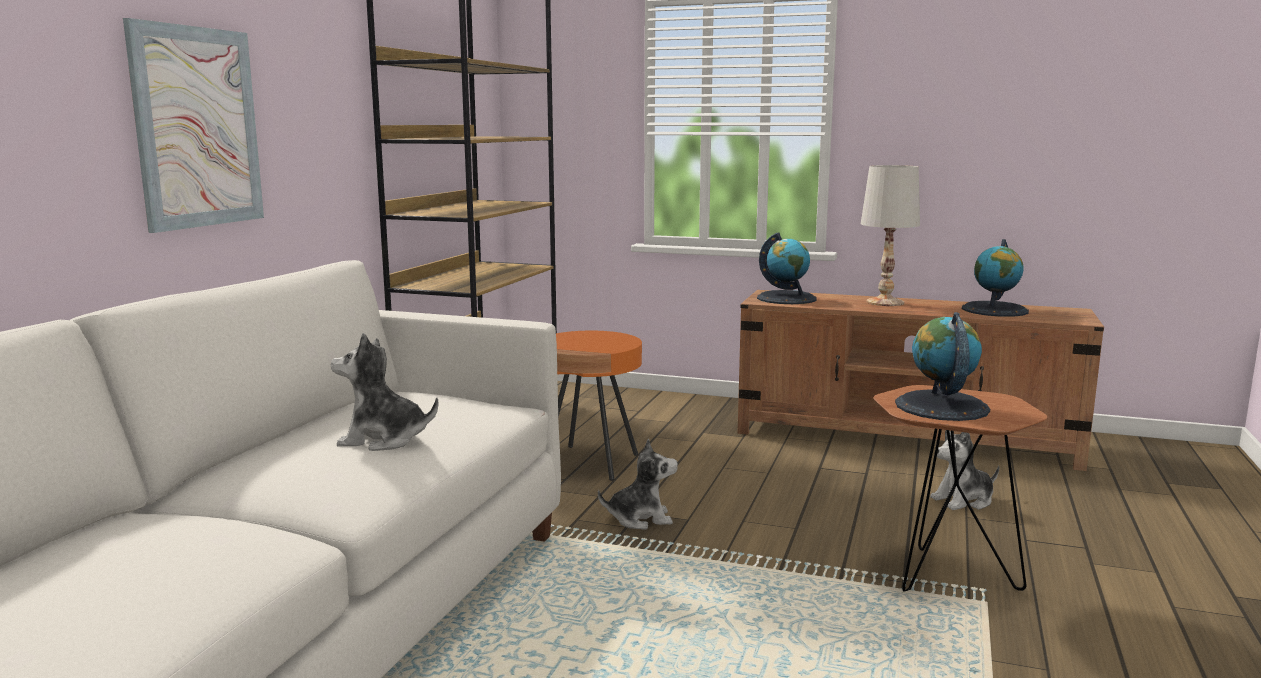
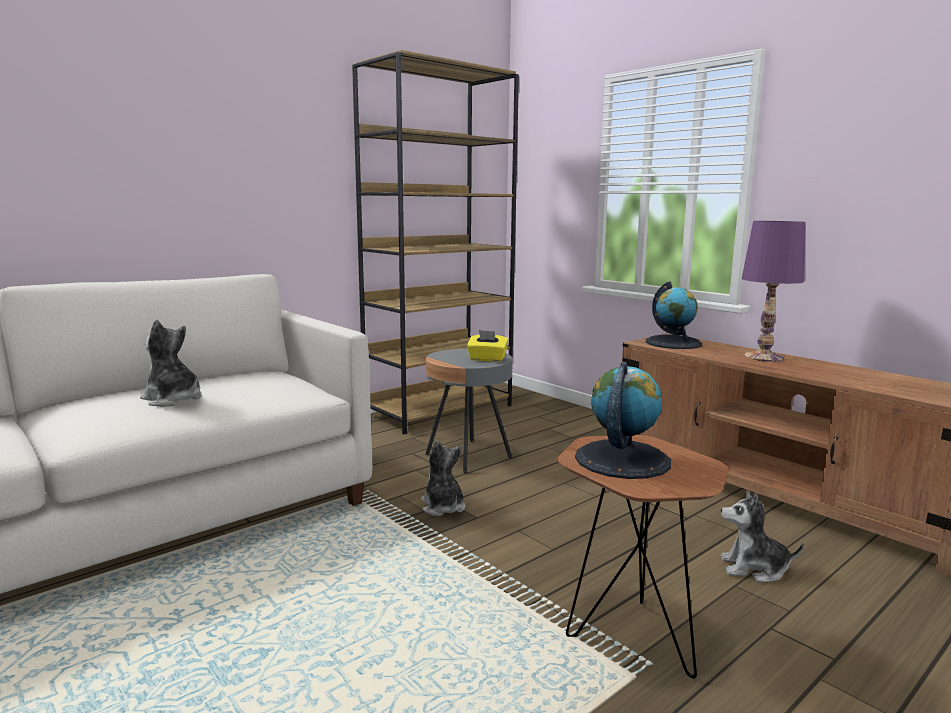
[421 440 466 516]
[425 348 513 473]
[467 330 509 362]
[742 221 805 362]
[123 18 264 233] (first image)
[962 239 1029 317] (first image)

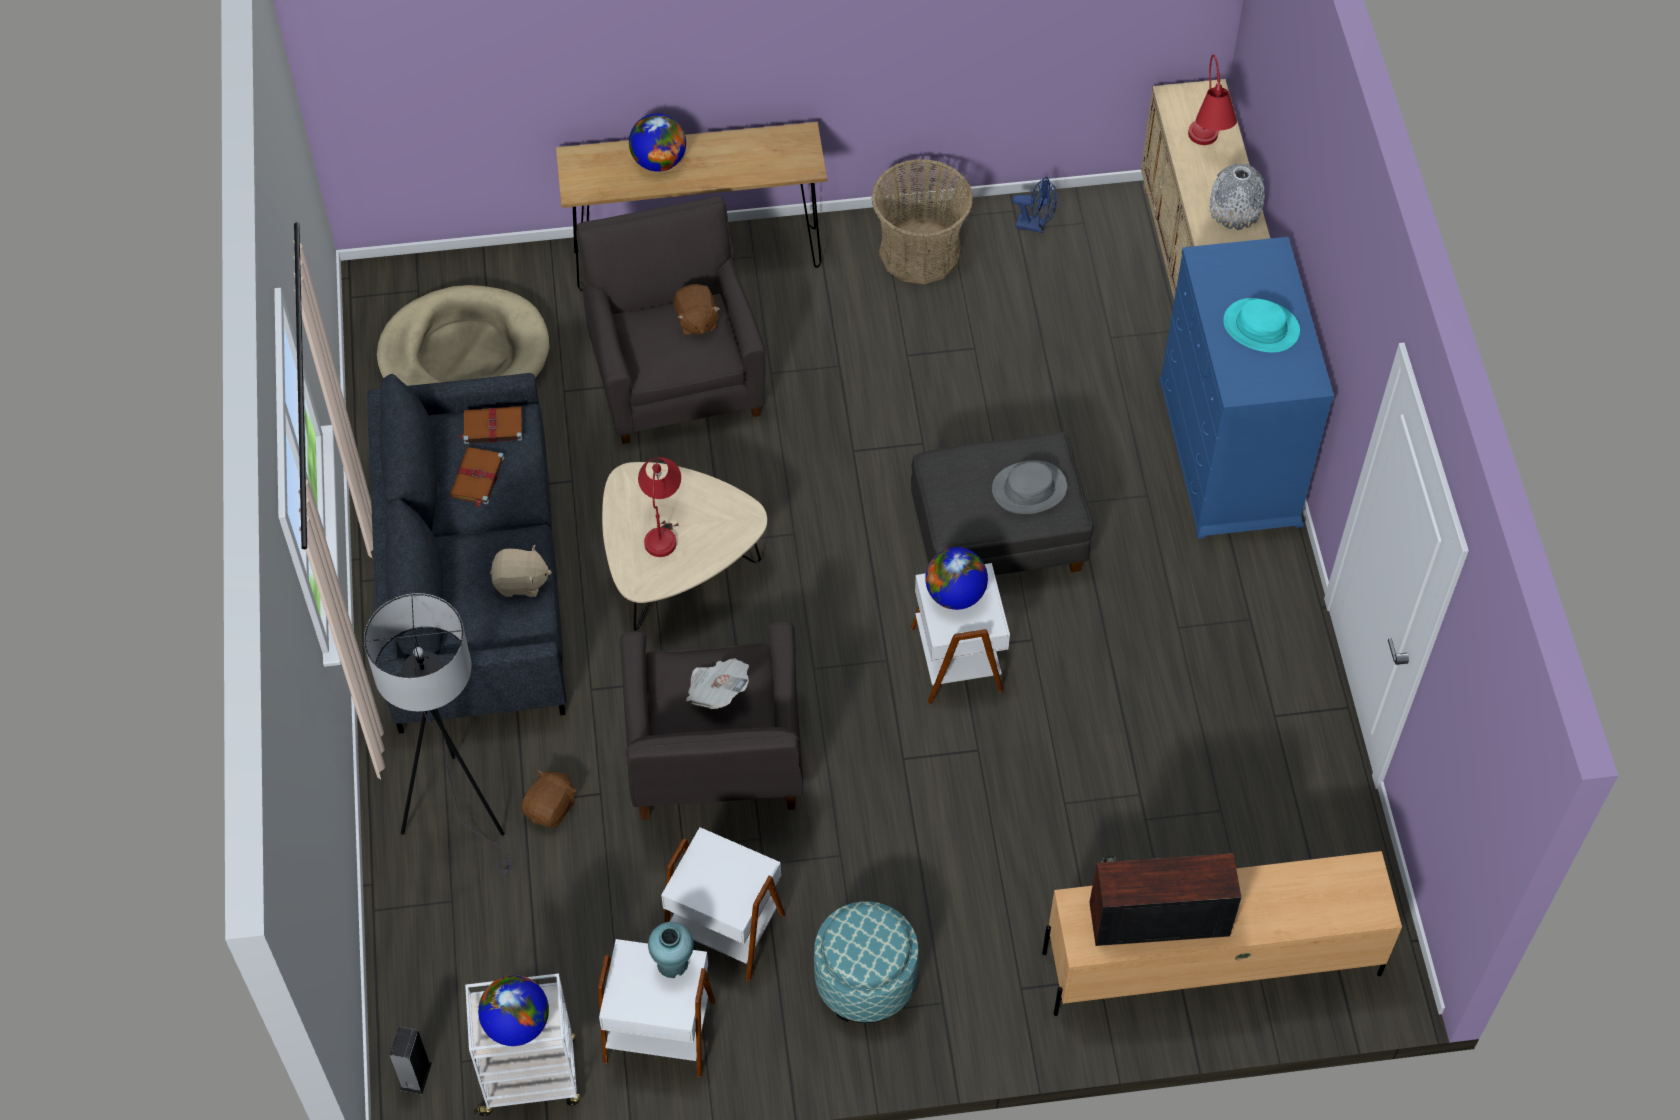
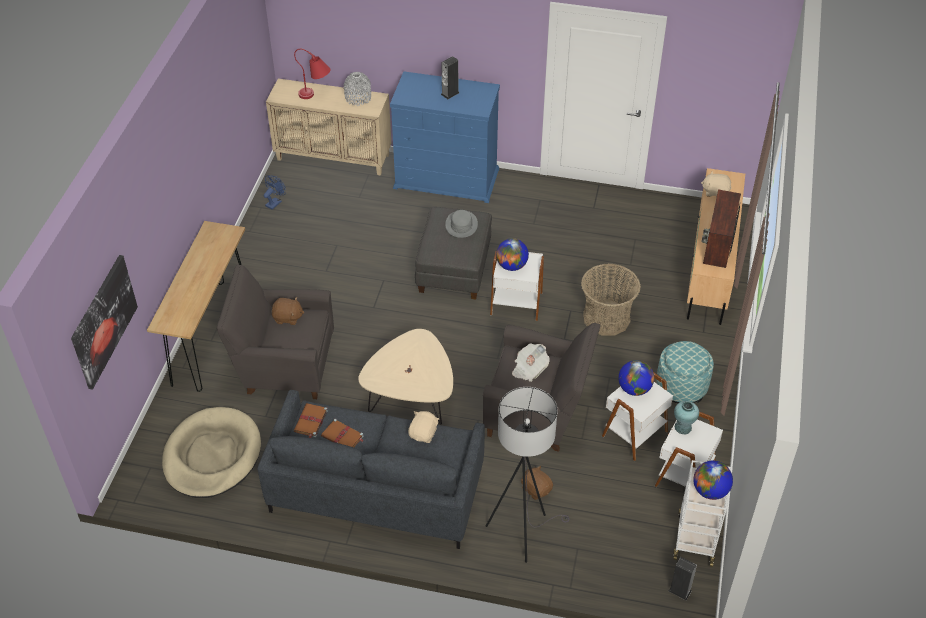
[71 255 138 390]
[441 56 459 99]
[581 263 641 336]
[618 360 654 396]
[701 171 731 197]
[638 457 681 557] (first image)

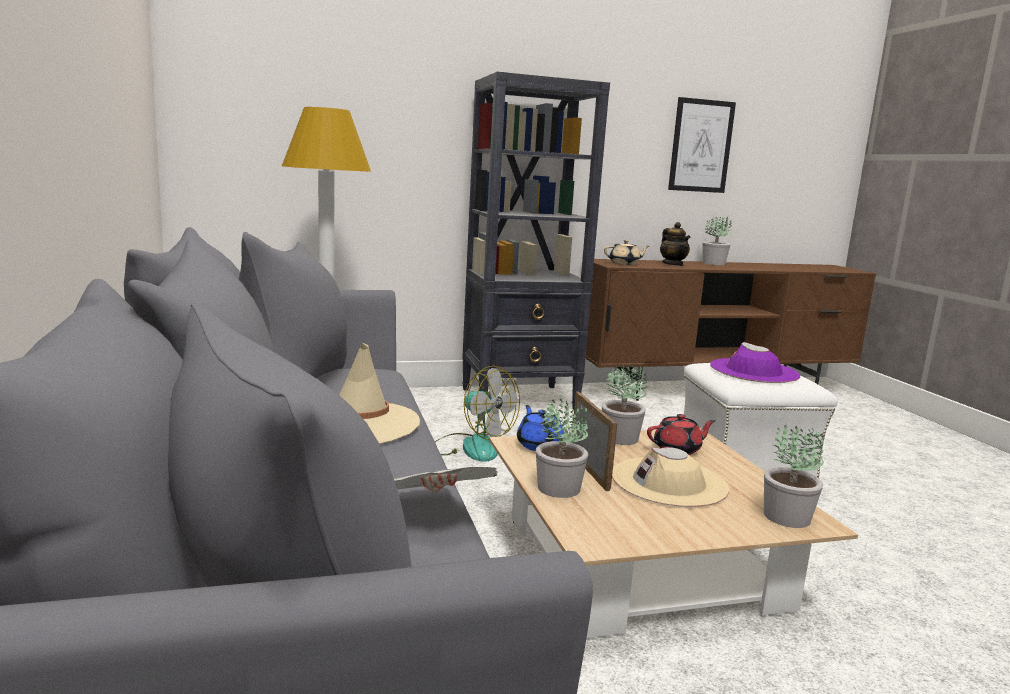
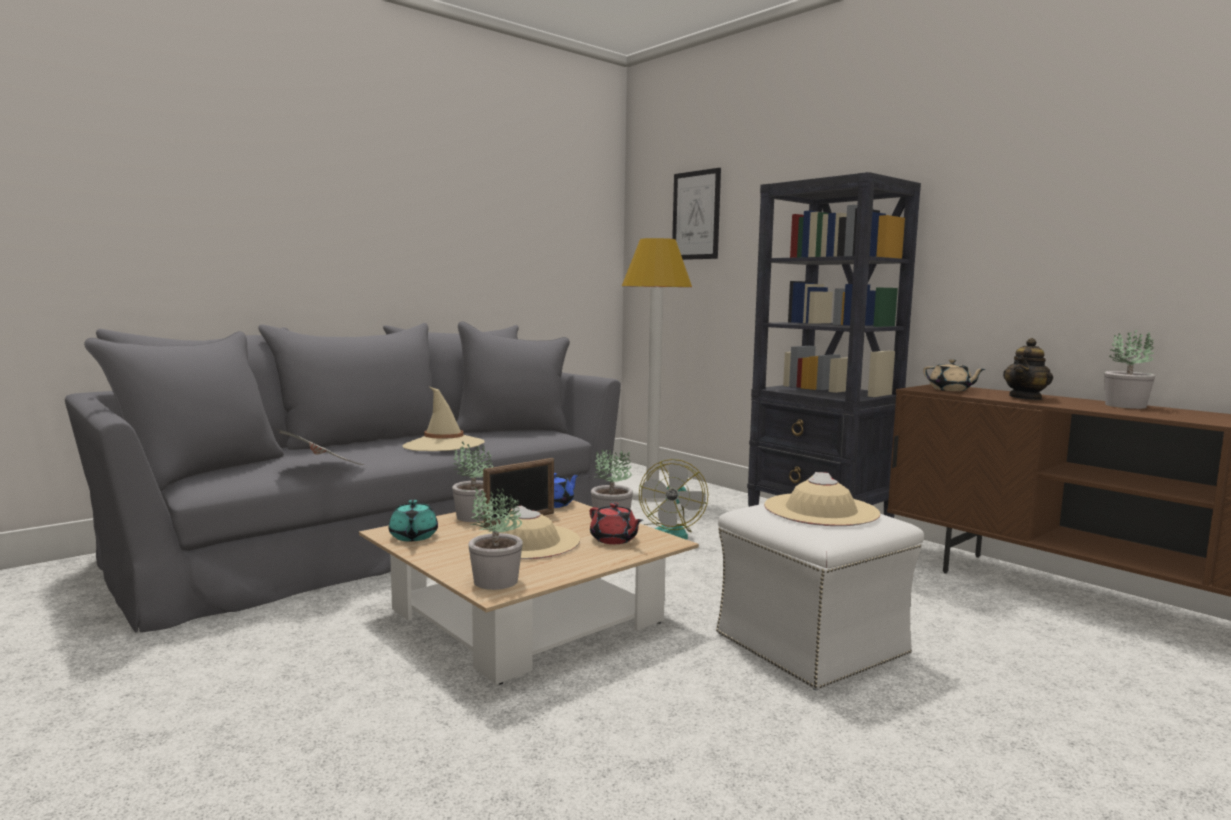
[389 500 438 541]
[672 168 721 260]
[764 472 880 526]

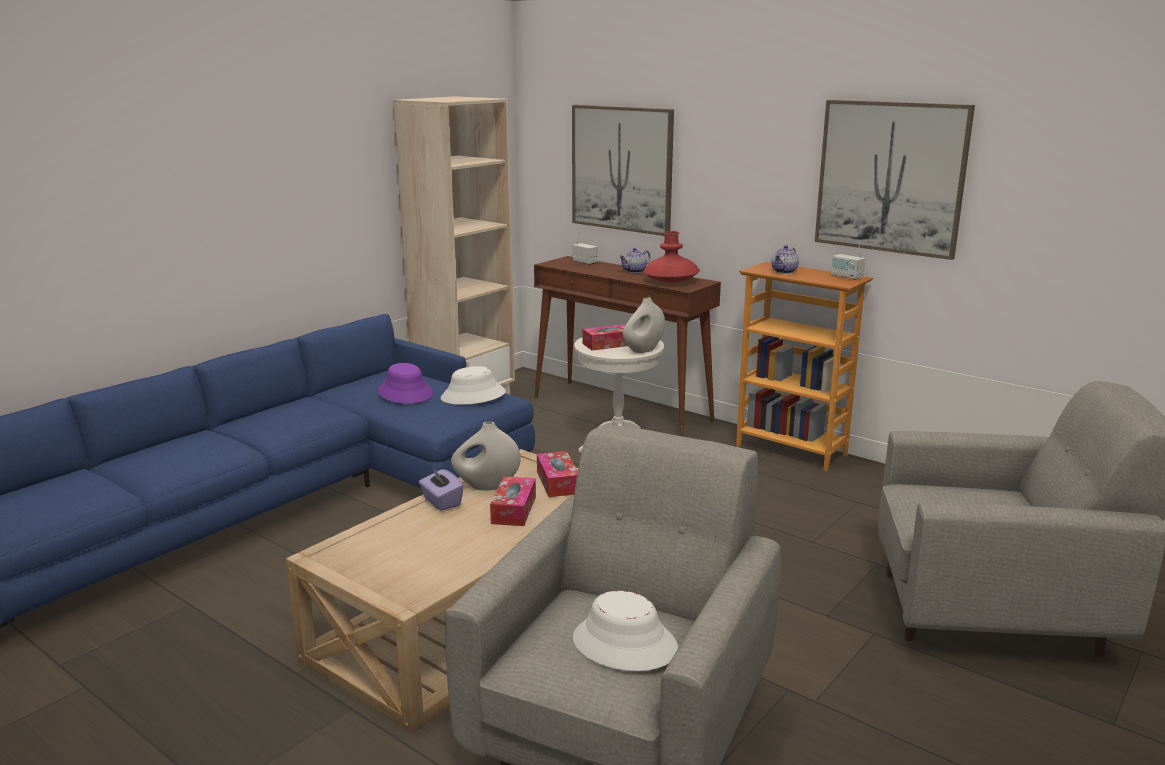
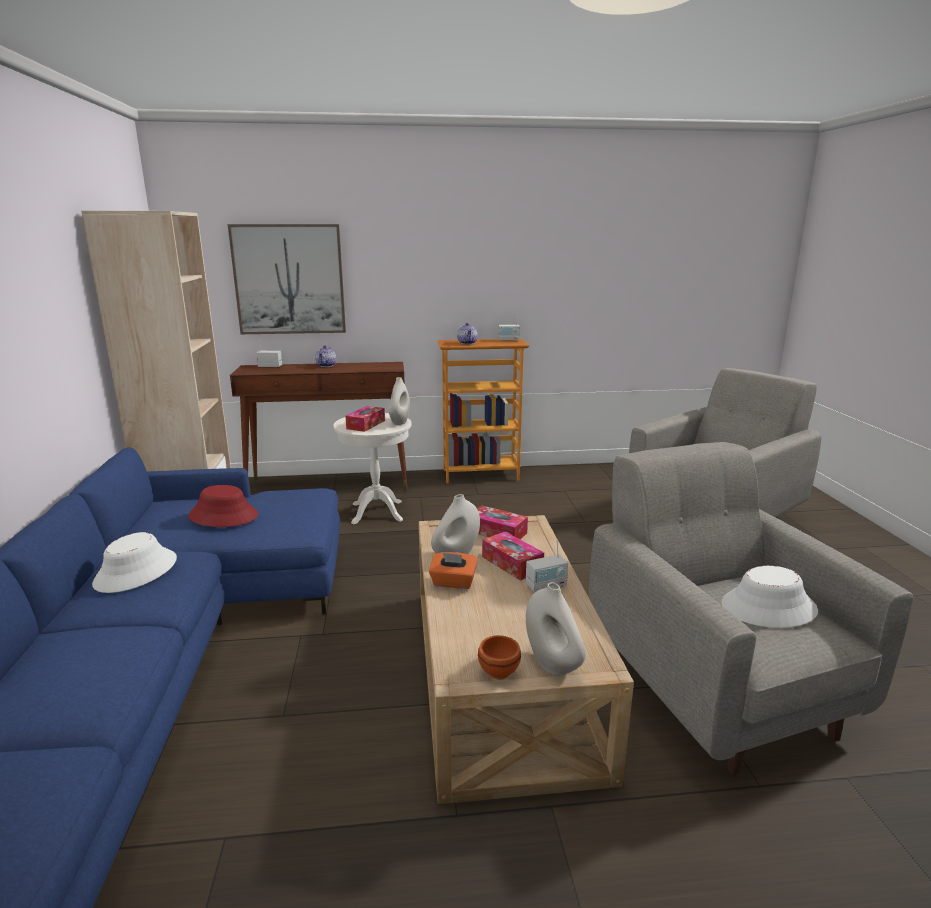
[92 532 177 593]
[188 485 258 527]
[429 552 478 589]
[478 635 521 680]
[526 540 568 592]
[526 582 586 675]
[643 231 700 283] (first image)
[815 100 975 260] (first image)

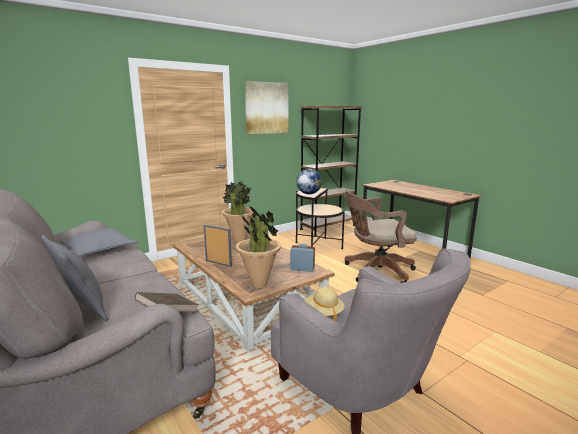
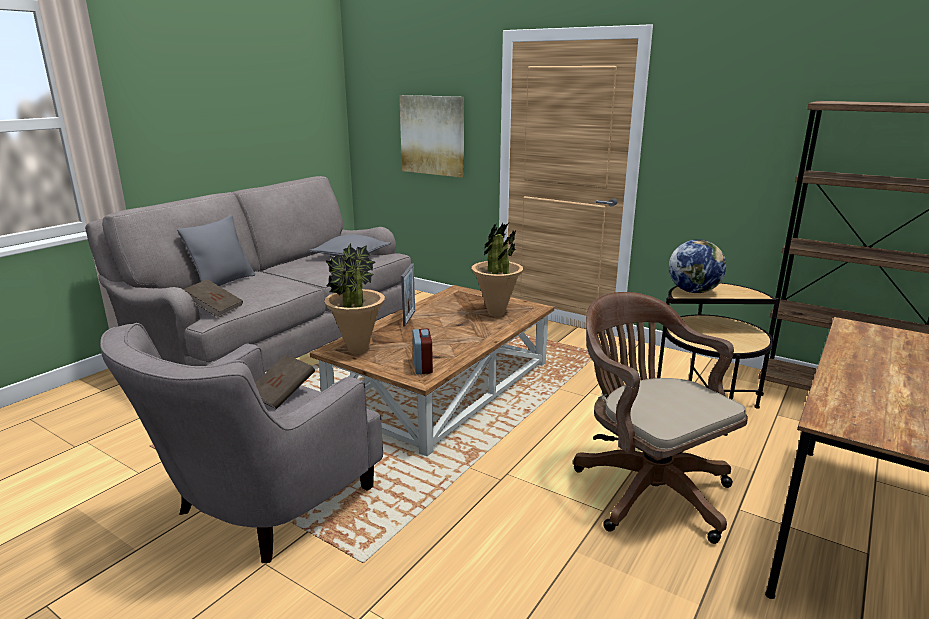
[255 354 315 409]
[399 95 464 177]

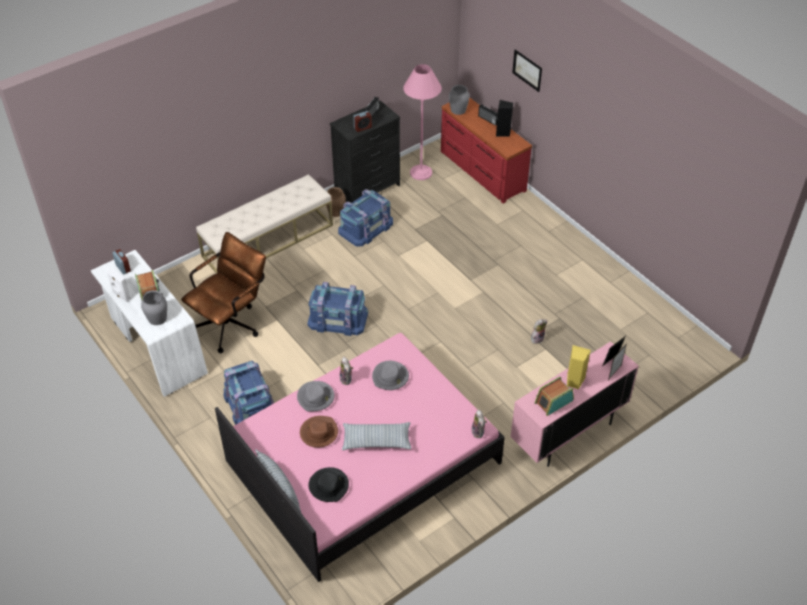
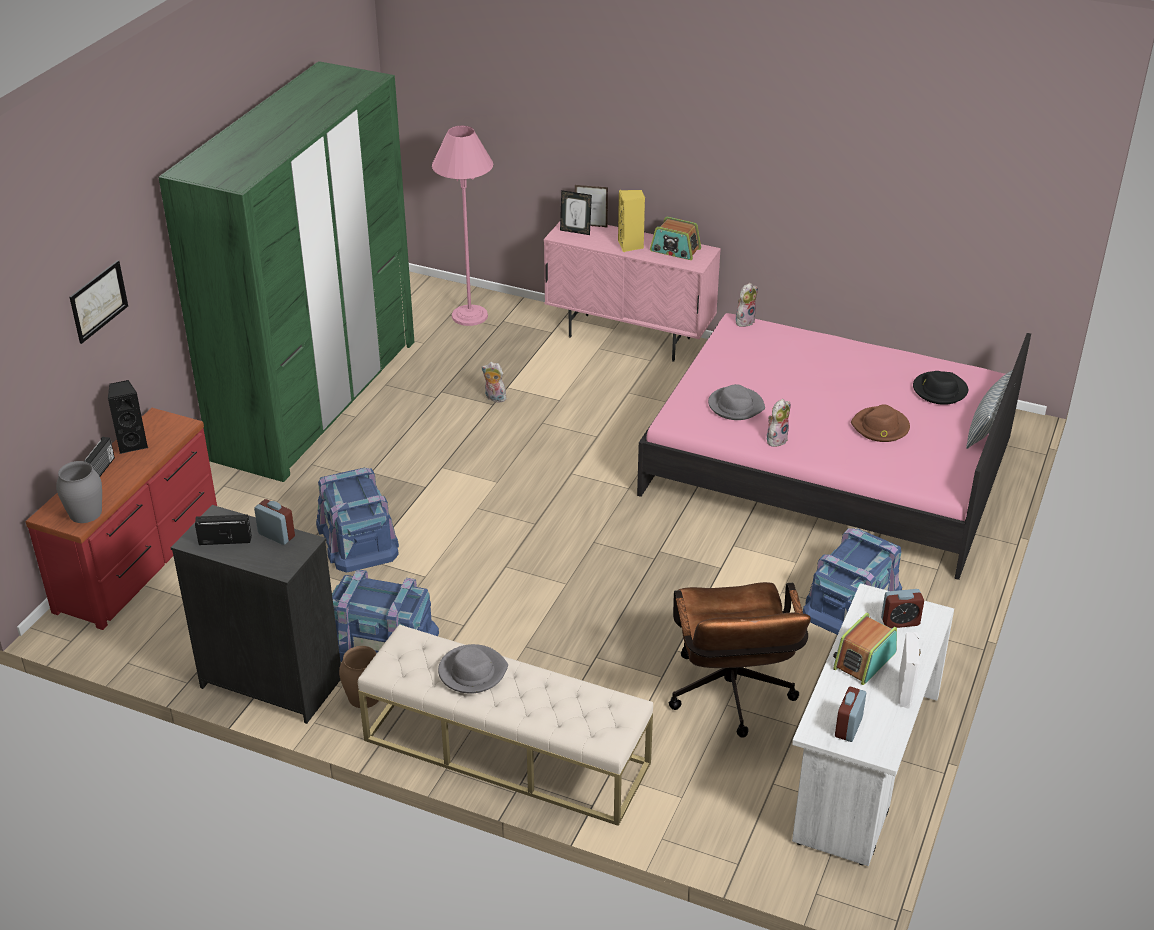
[159 61 414 482]
[316 468 399 572]
[432 126 493 326]
[438 644 508 694]
[668 582 811 738]
[881 589 924 628]
[342 422 411 450] (first image)

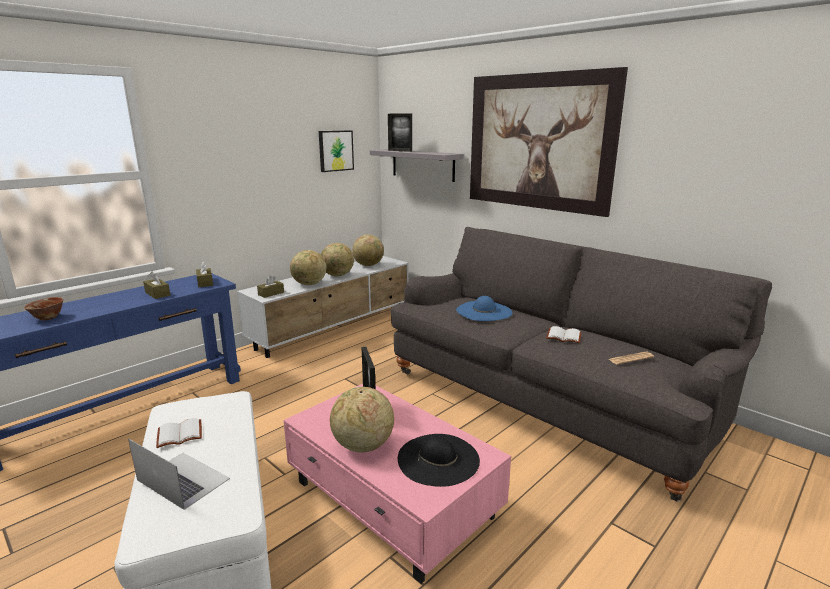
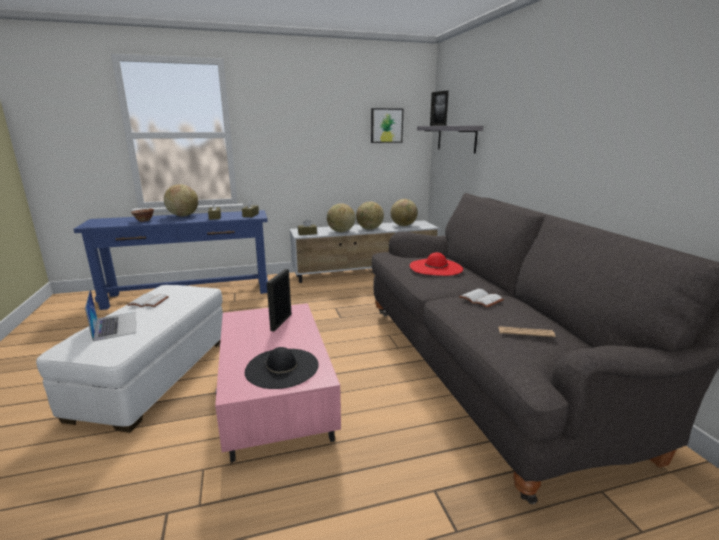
[164 184 198 216]
[410 252 463 276]
[470 67 628 217] (first image)

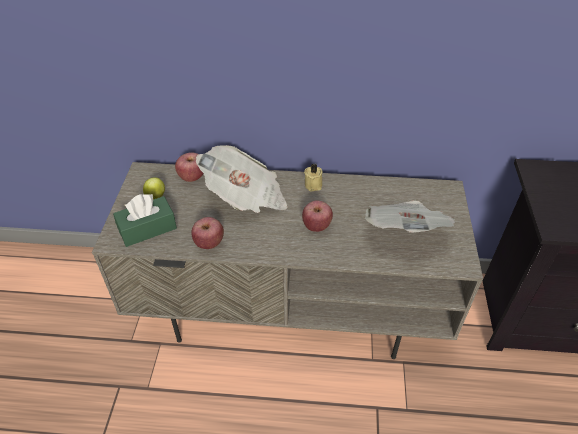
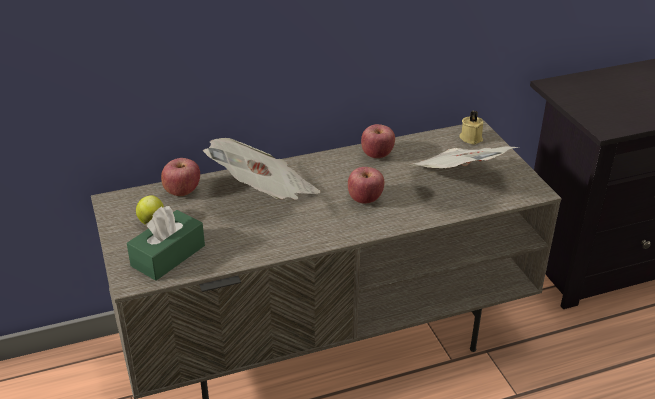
[361 124 395 158]
[459 110 483 145]

